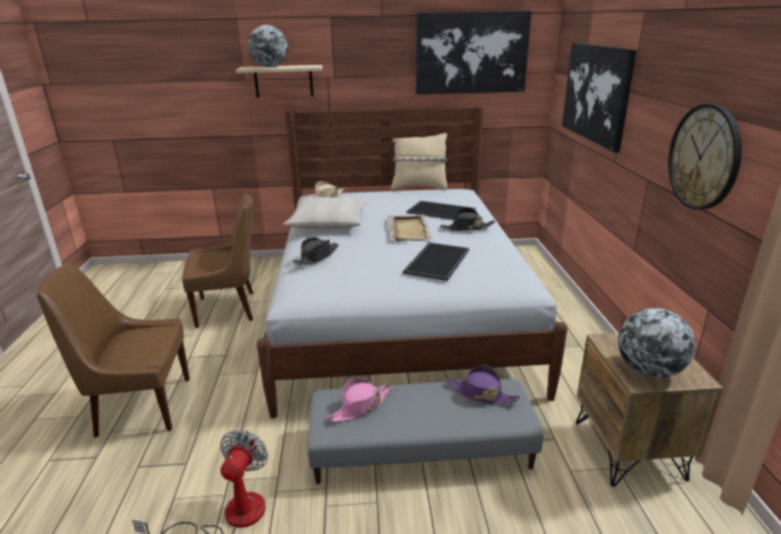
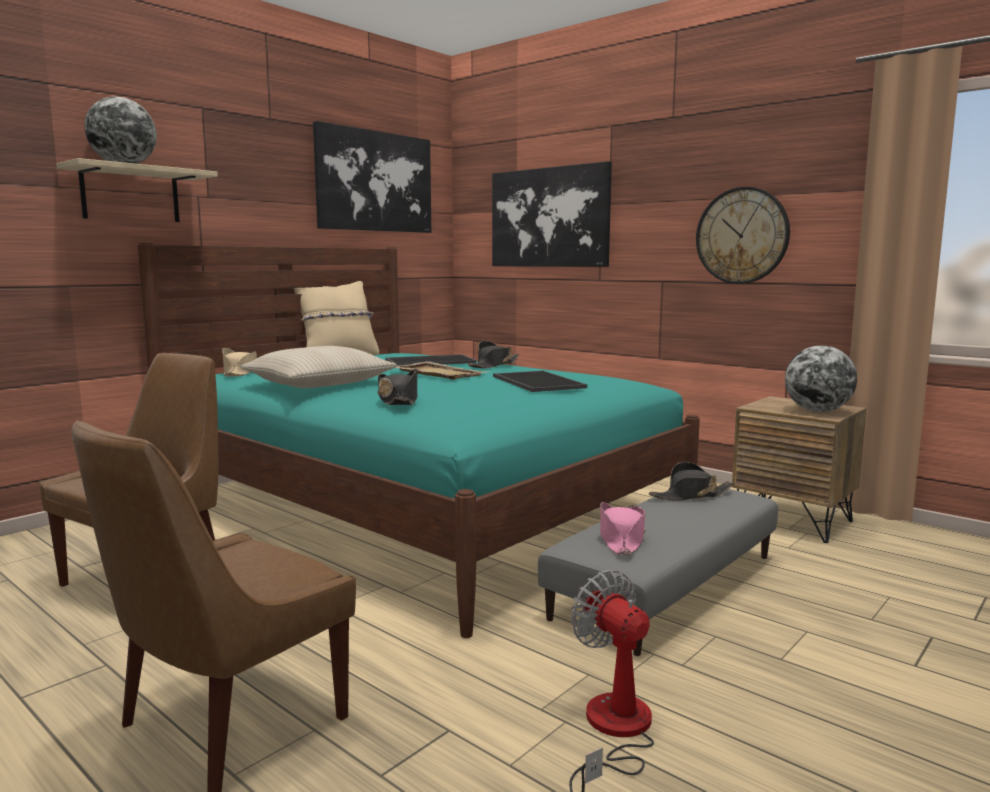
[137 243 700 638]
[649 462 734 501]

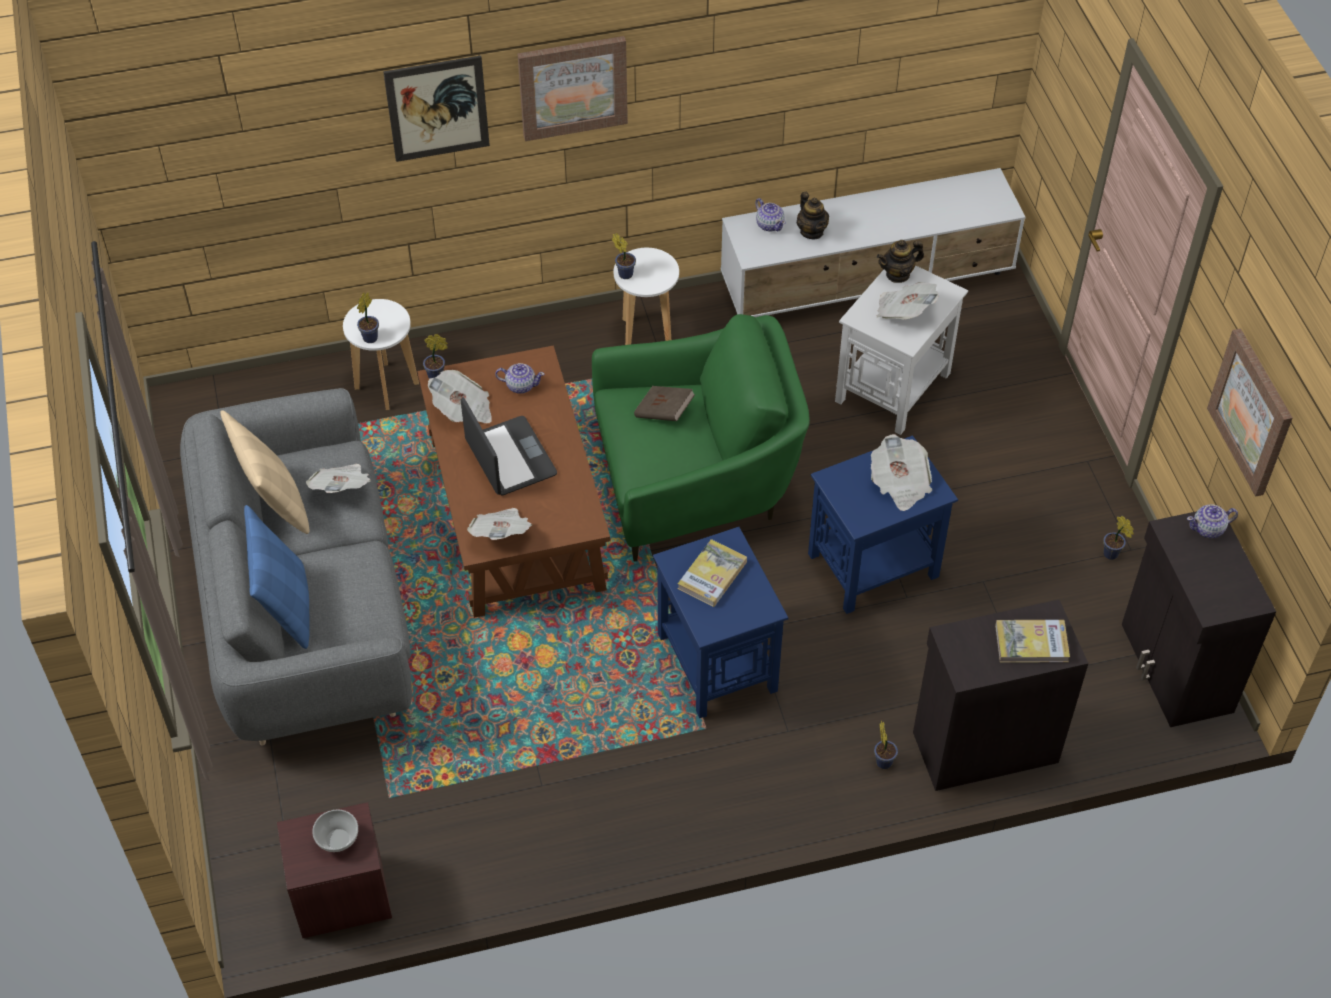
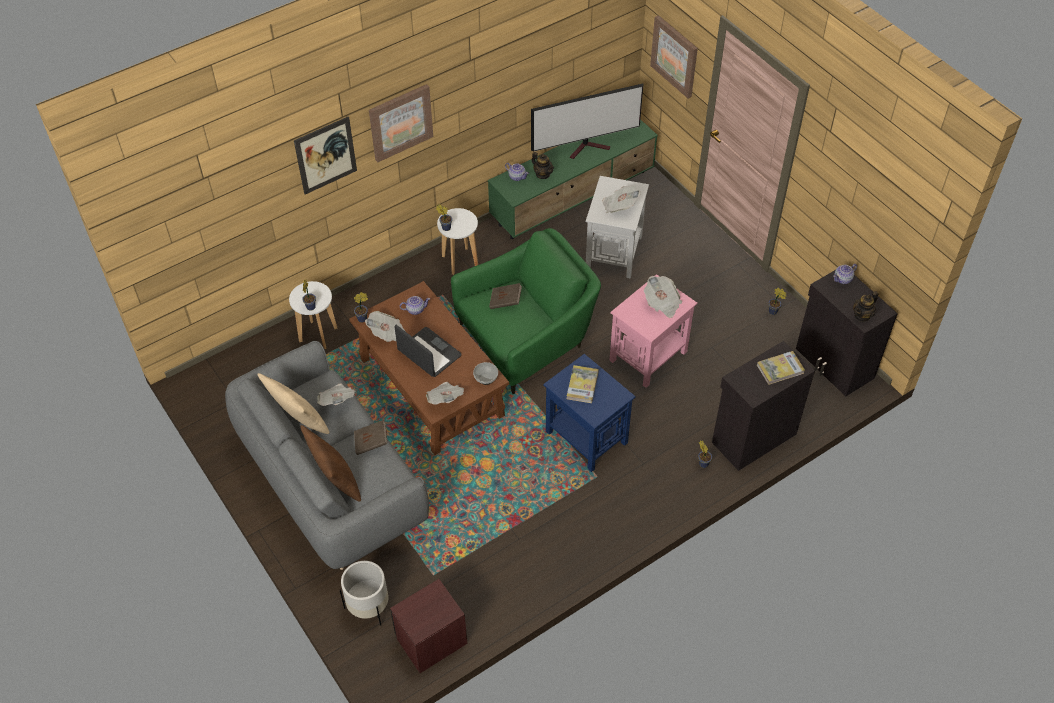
[300 425 361 502]
[340 561 389 626]
[354 420 387 455]
[473 362 498 385]
[488 119 658 239]
[531 83 644 159]
[609 274 698 388]
[650 15 698 98]
[853 291 878 322]

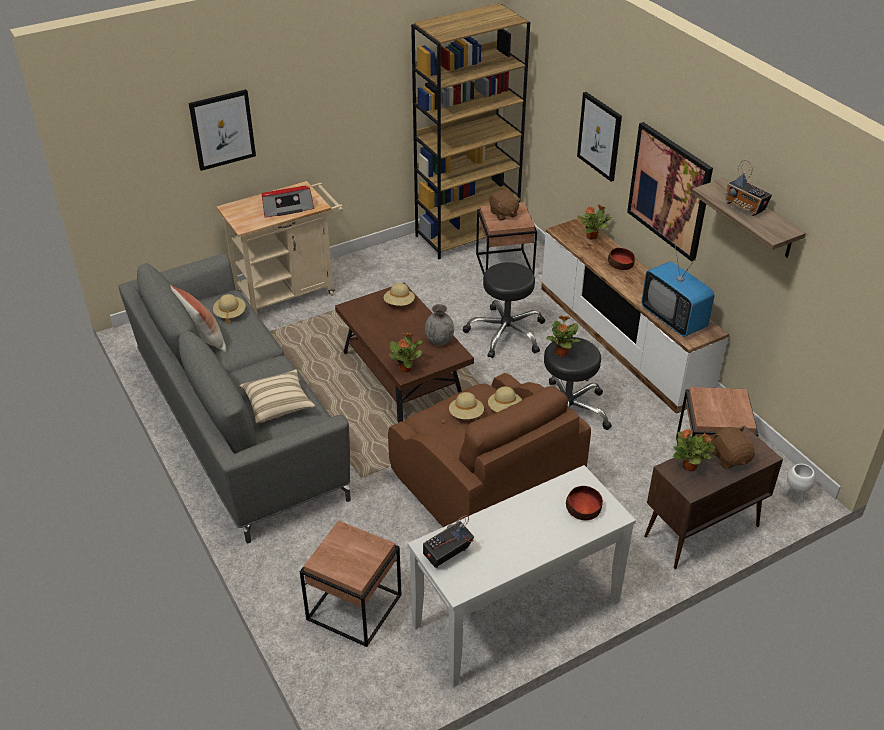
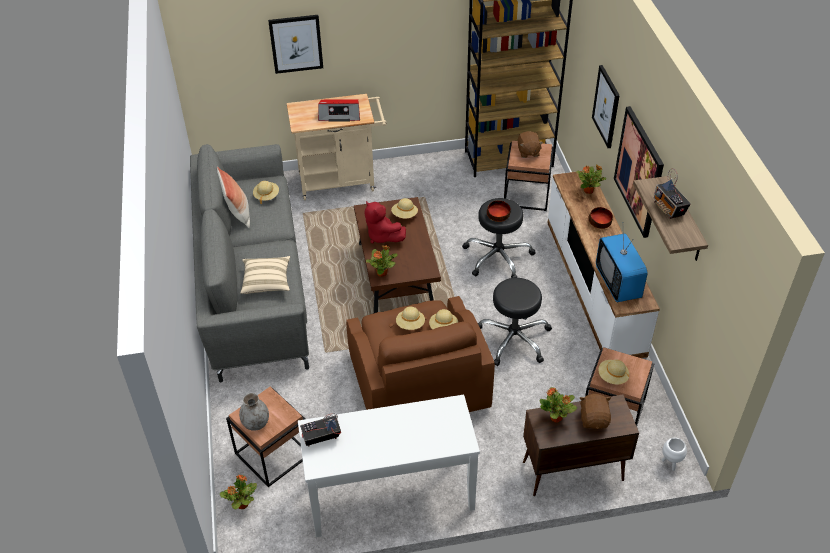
[220 475 257 510]
[239 393 269 431]
[365 201 406 244]
[487 200 511 222]
[598 360 629 384]

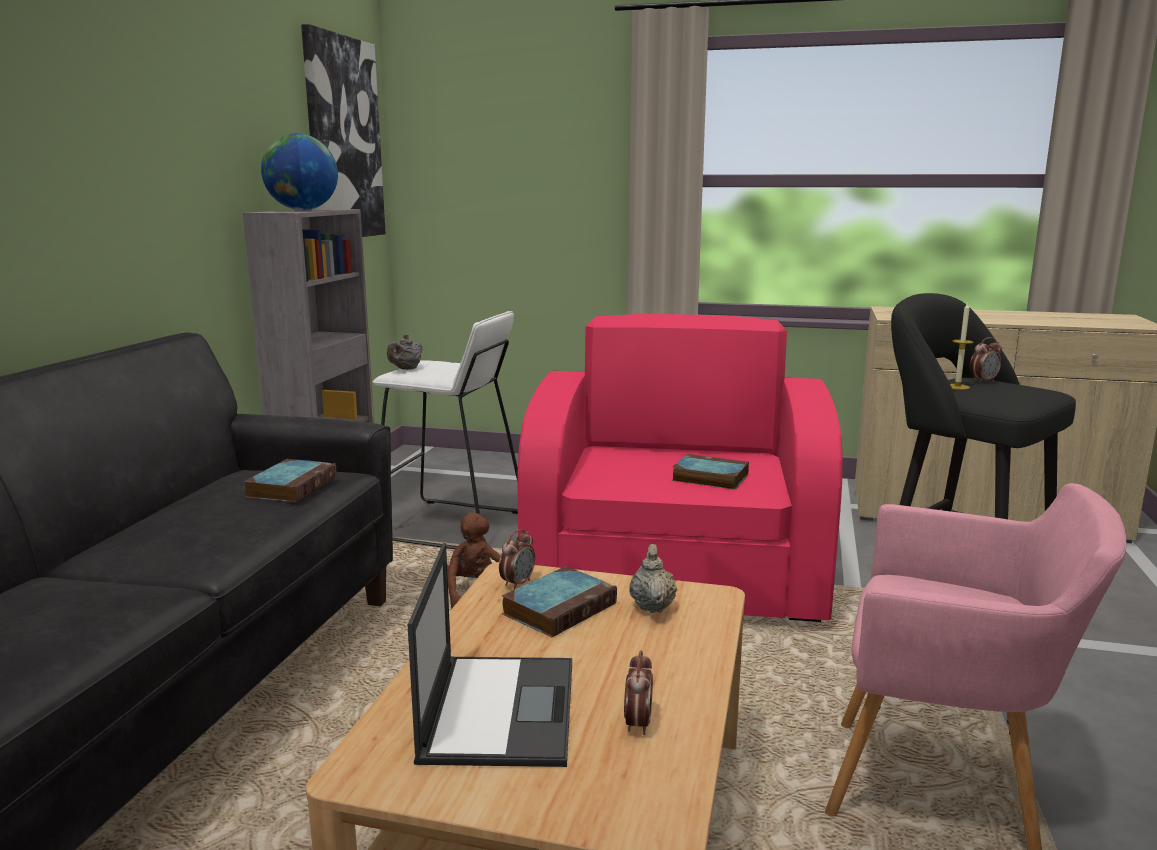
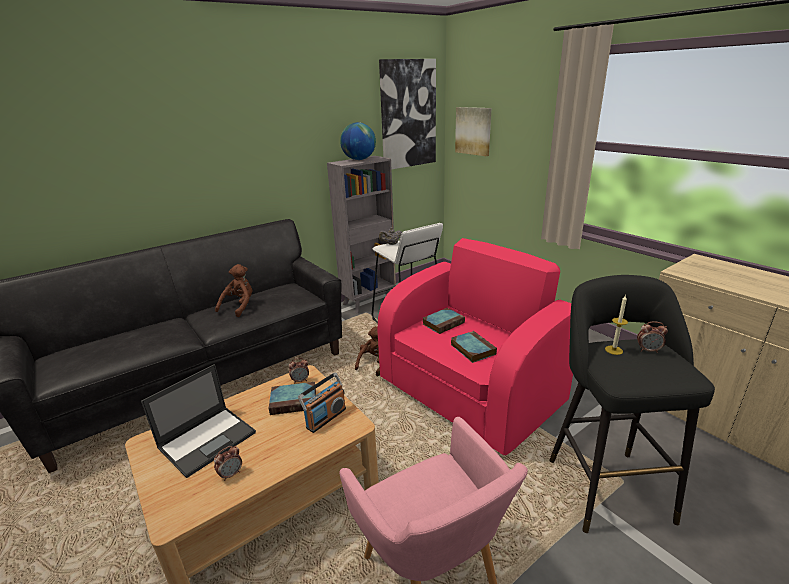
[215 264 253 317]
[298 373 346 433]
[423 308 465 334]
[455 107 492 156]

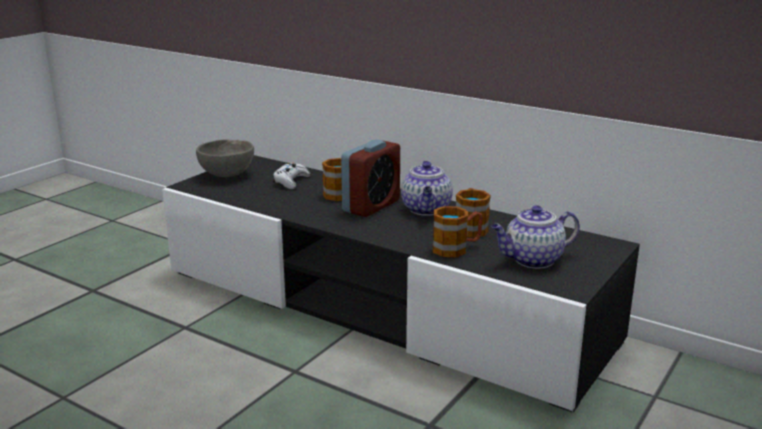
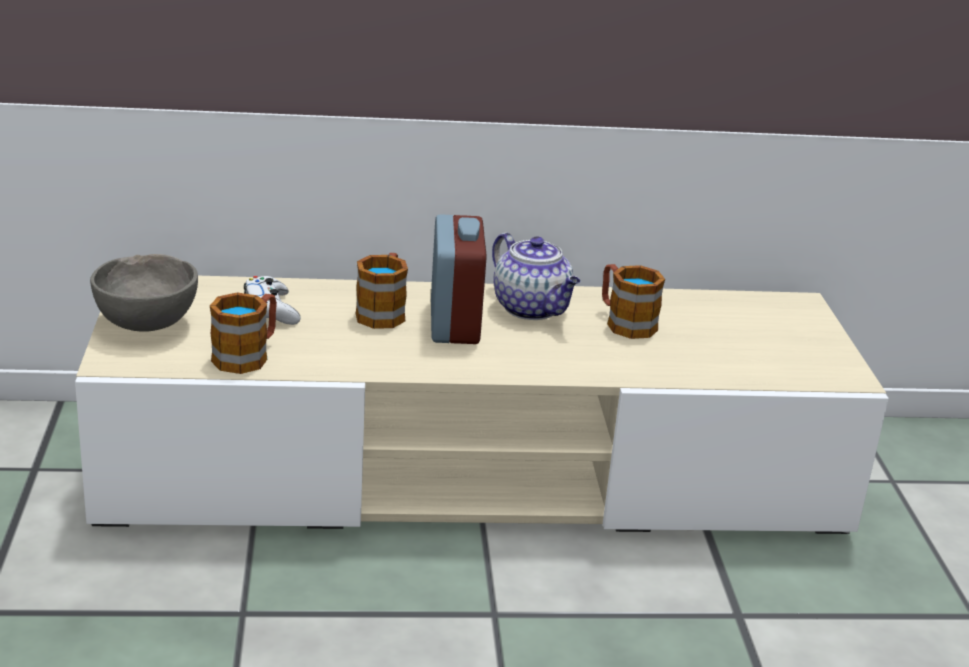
[75 276 889 534]
[210 292 277 374]
[491 205 580 269] (first image)

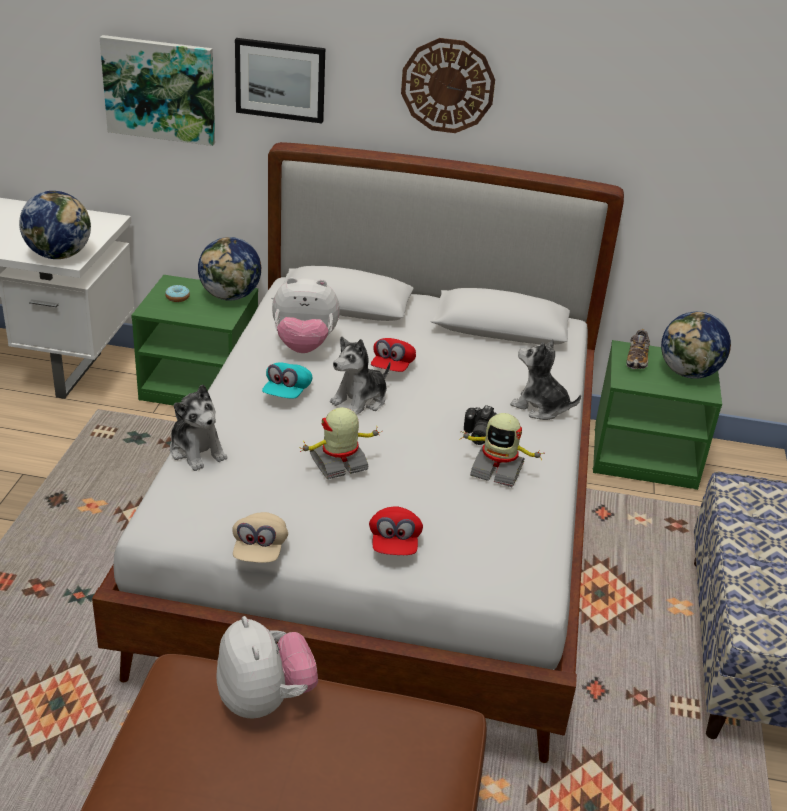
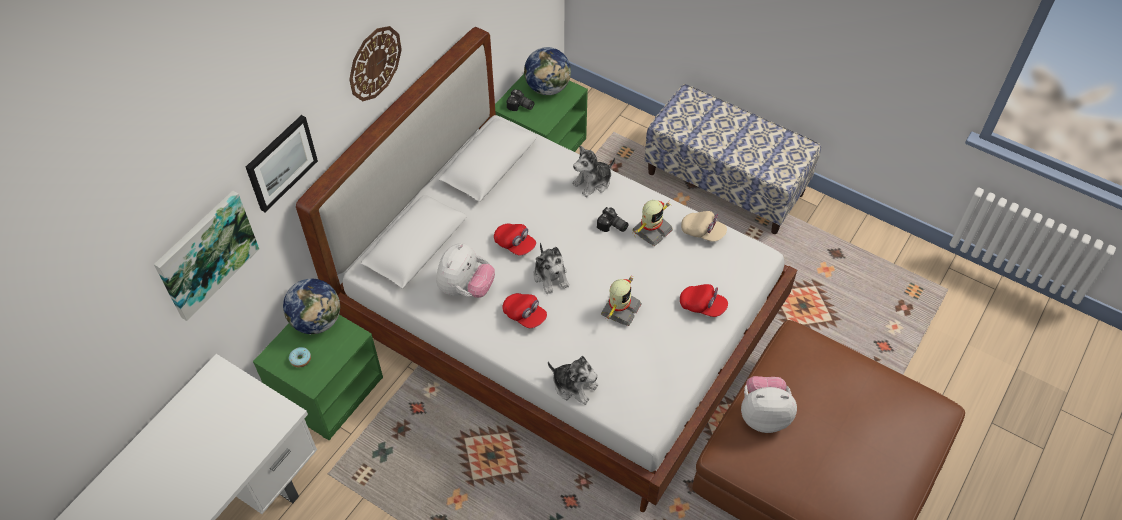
[502 293 547 328]
[506 89 534 111]
[548 356 598 405]
[601 276 642 326]
[681 211 727 242]
[19 191 91 259] (first image)

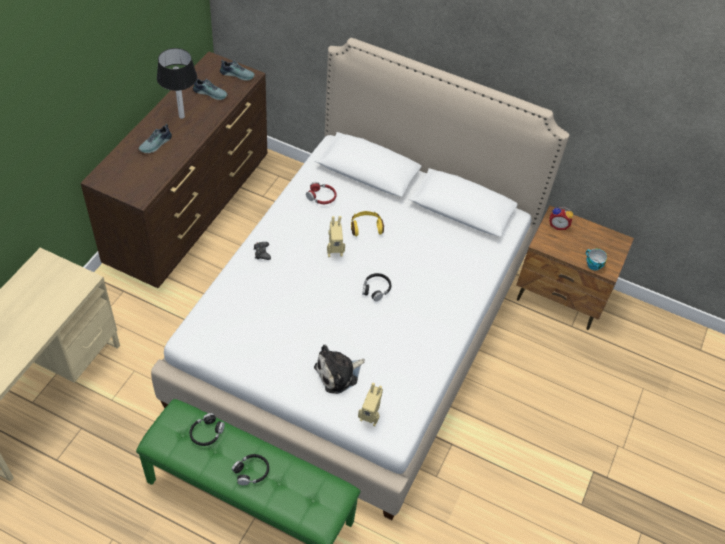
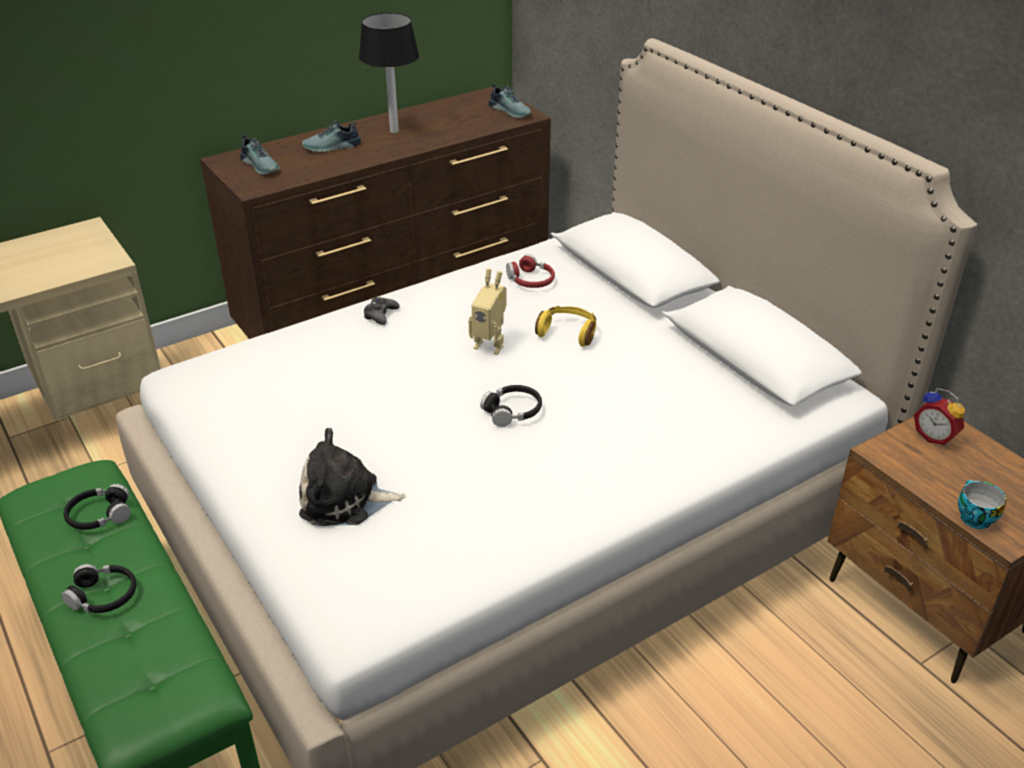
[240 134 280 175]
[358 383 383 426] (first image)

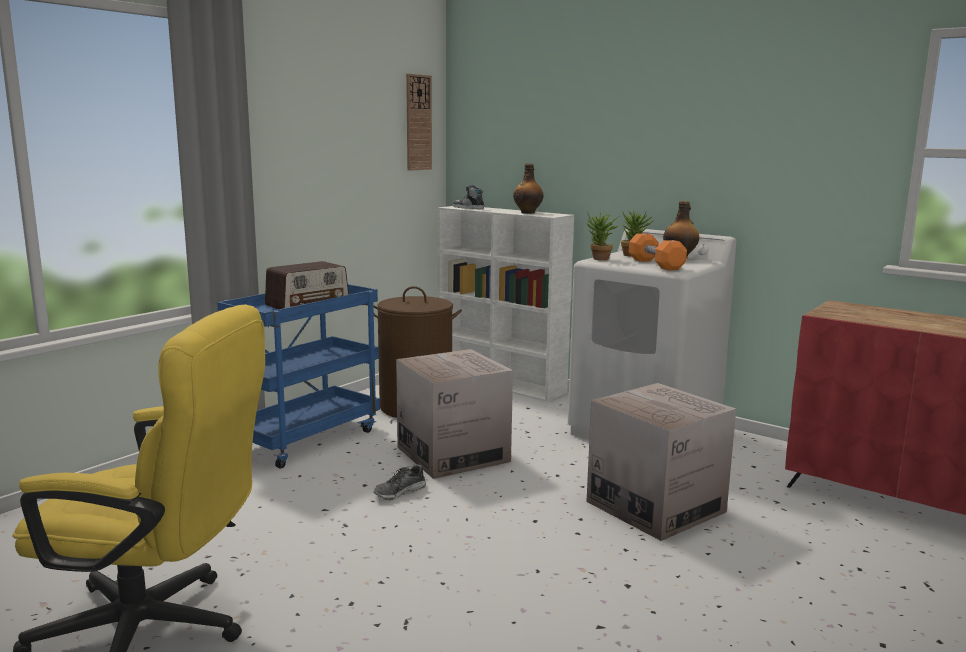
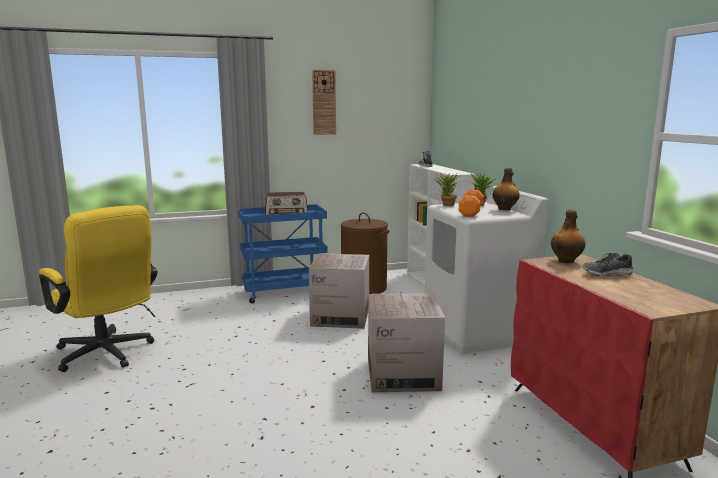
[312 70 336 135]
[551 210 586 263]
[582 253 634 277]

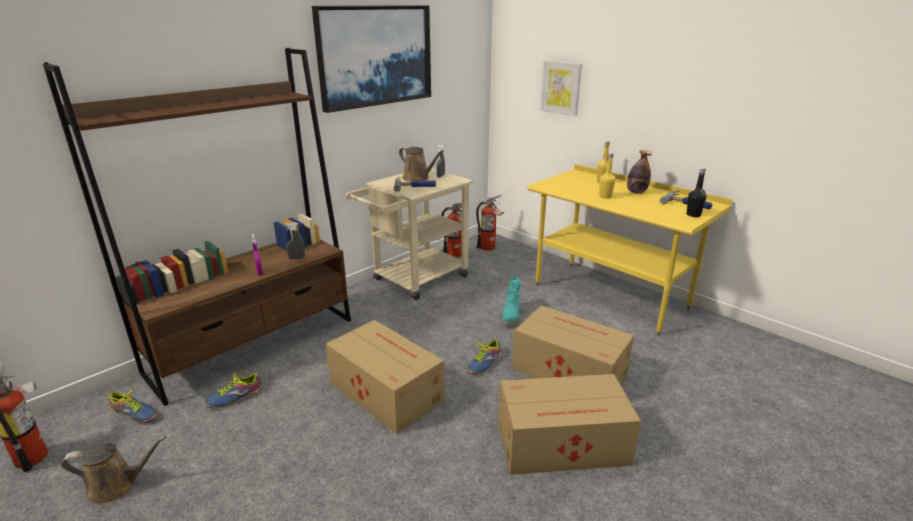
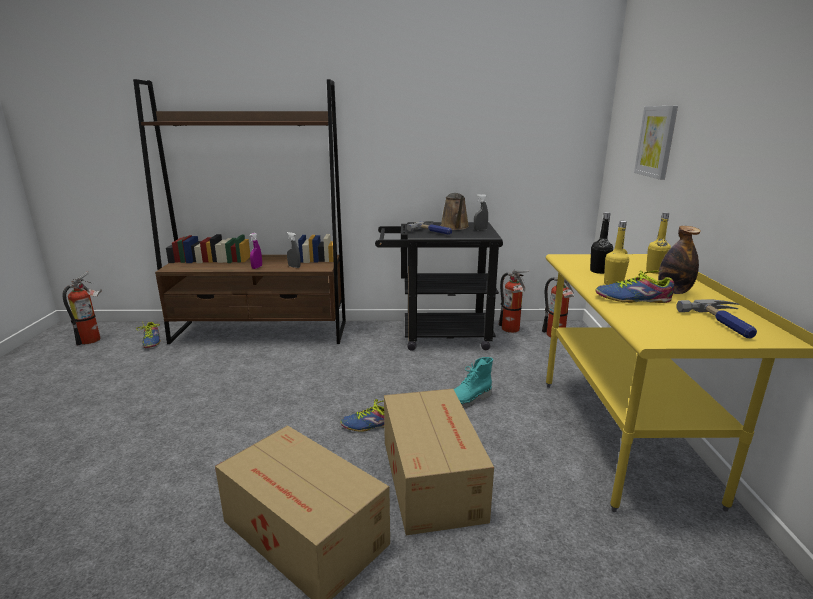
[375 222 503 351]
[590 212 613 274]
[596 271 674 303]
[61 436 166 505] (first image)
[312 5 431 113] (first image)
[325 320 445 434] (first image)

